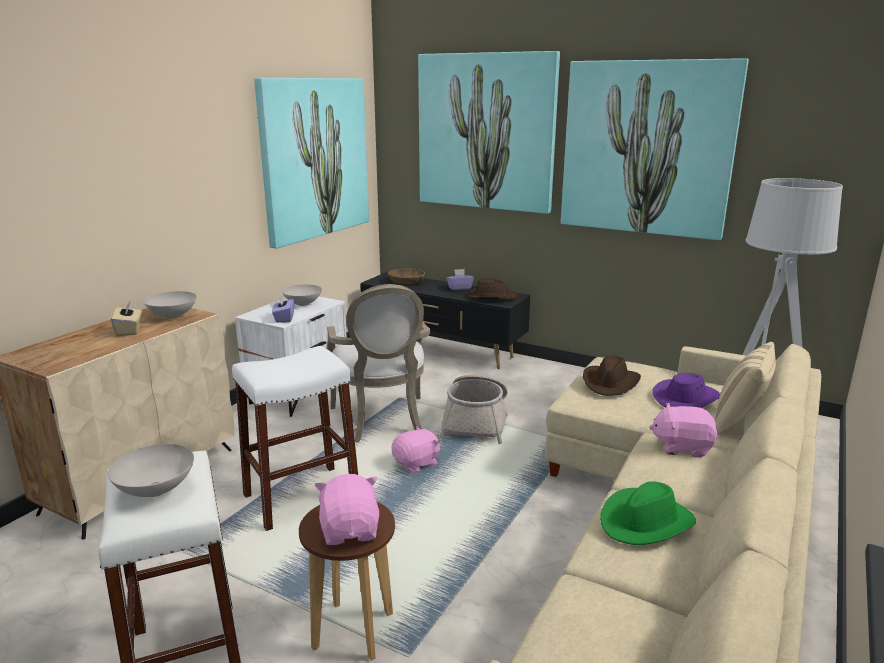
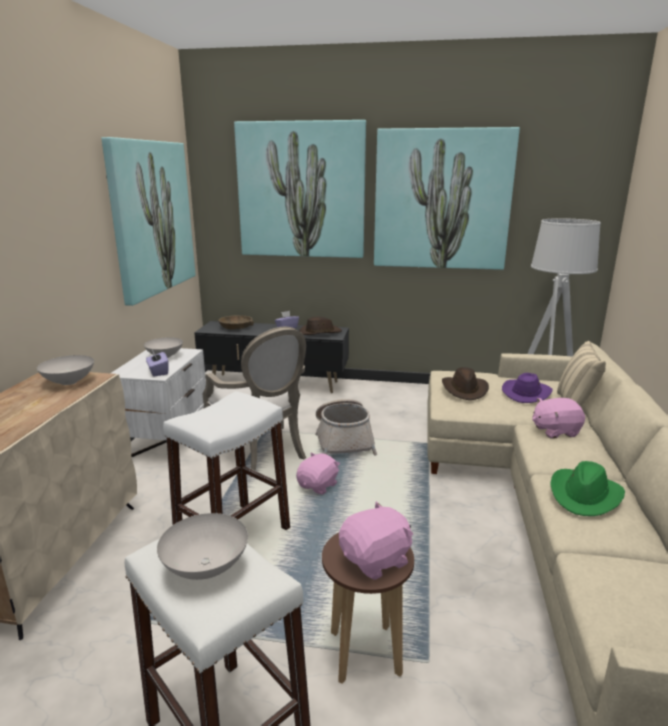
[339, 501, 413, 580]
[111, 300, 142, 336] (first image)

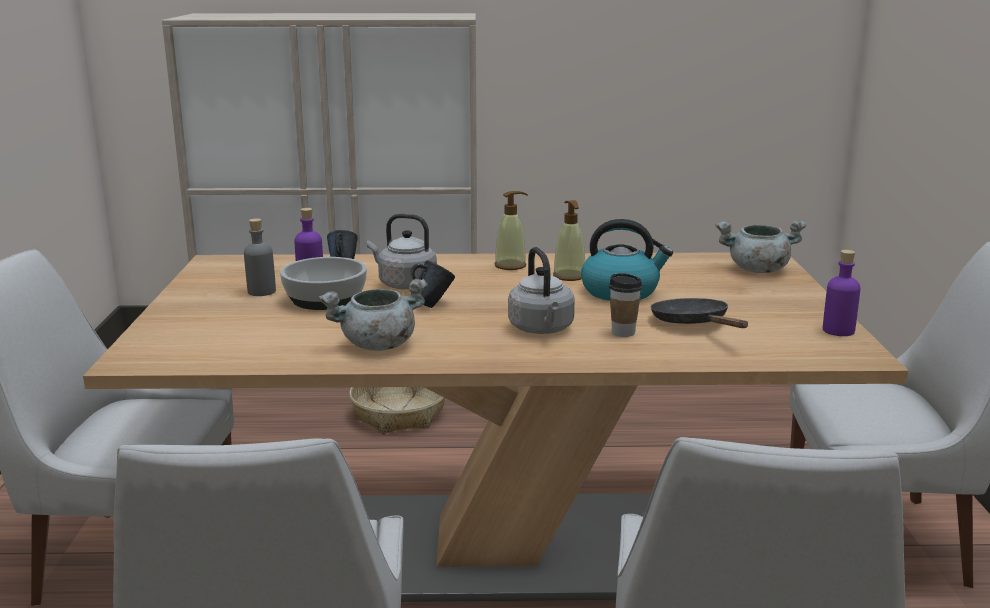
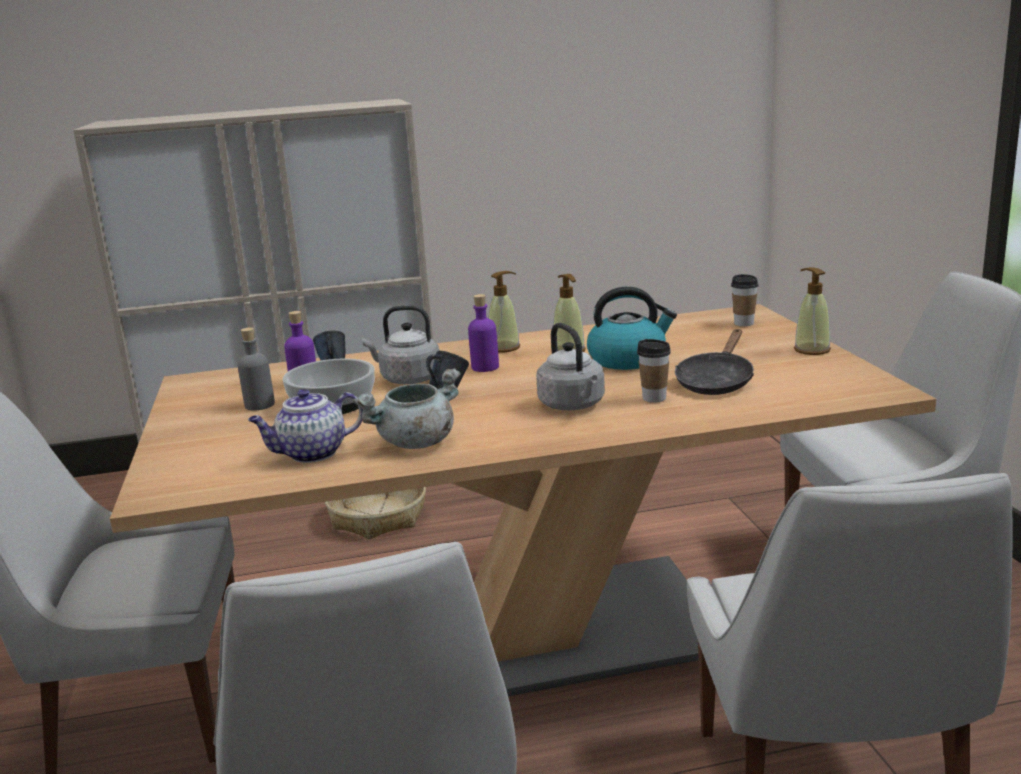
[248, 389, 363, 463]
[468, 294, 499, 372]
[675, 329, 754, 395]
[731, 274, 759, 326]
[794, 267, 831, 355]

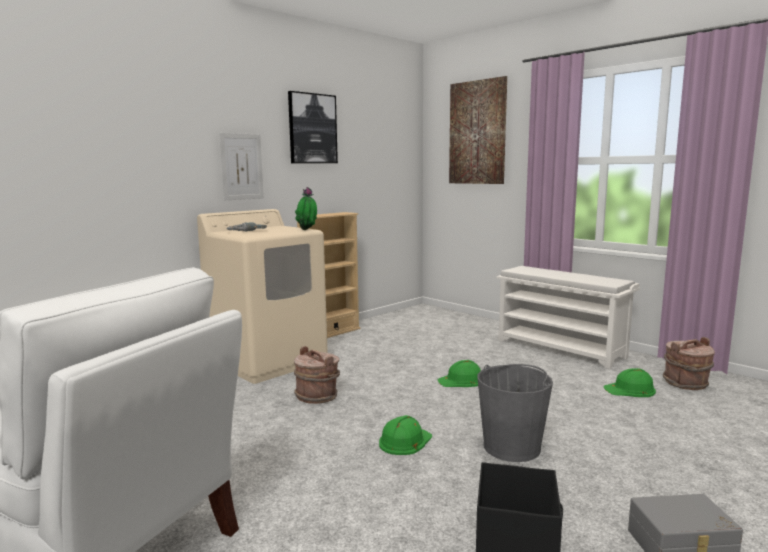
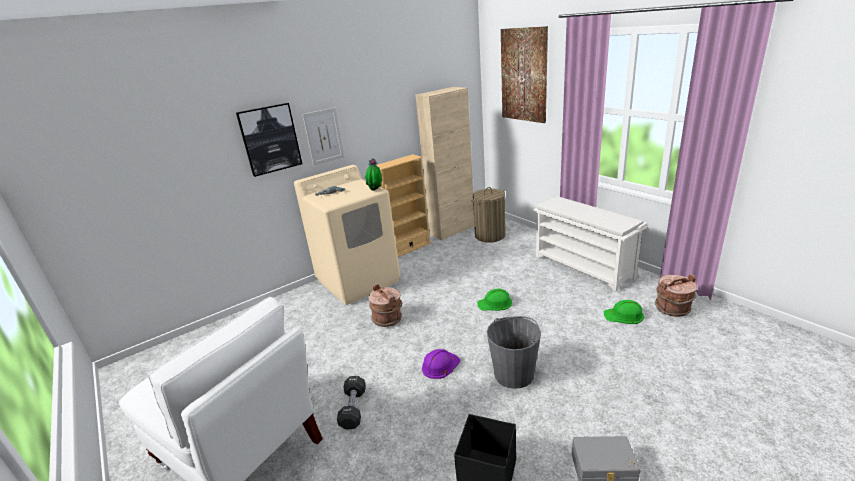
[236, 103, 302, 177]
[337, 376, 366, 430]
[416, 87, 474, 241]
[422, 349, 460, 379]
[472, 187, 506, 243]

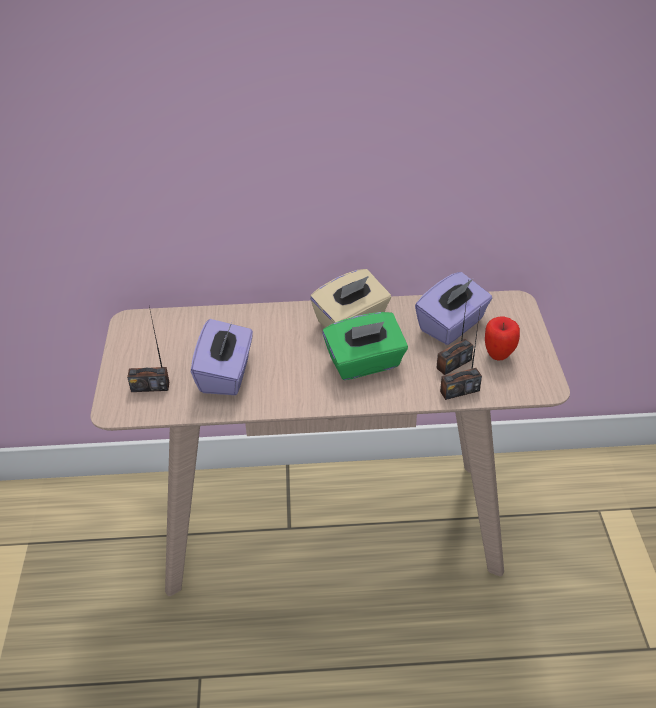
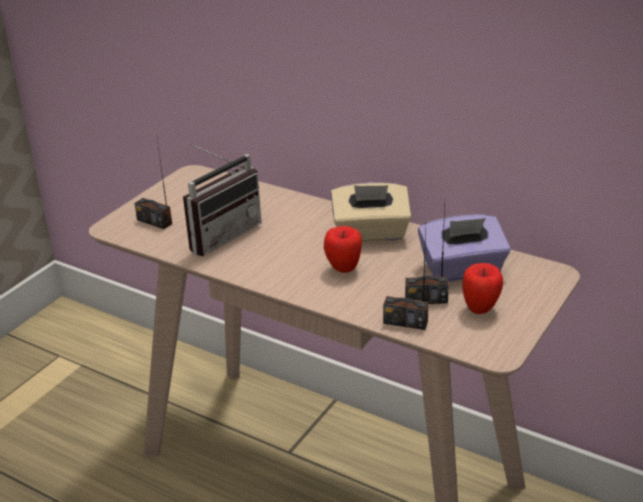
[183, 143, 262, 256]
[324, 226, 362, 273]

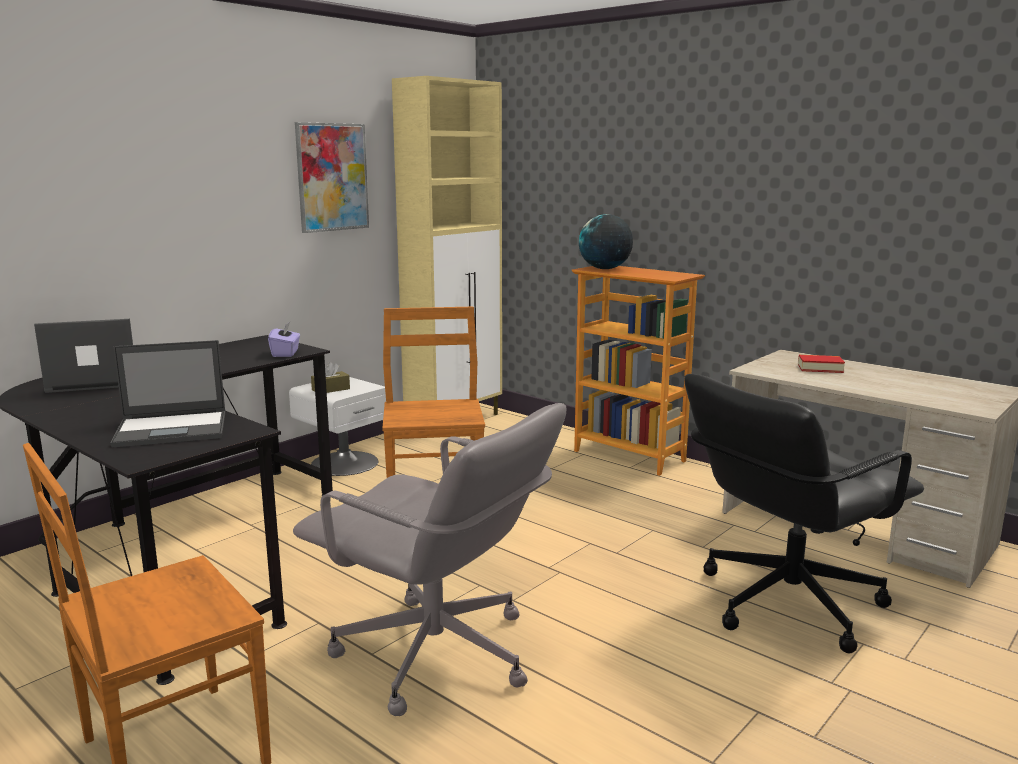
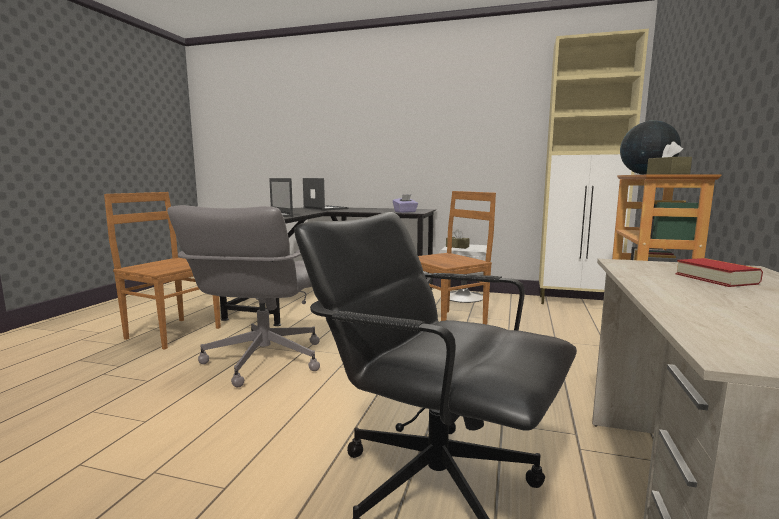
[647, 142, 692, 174]
[295, 122, 369, 233] (first image)

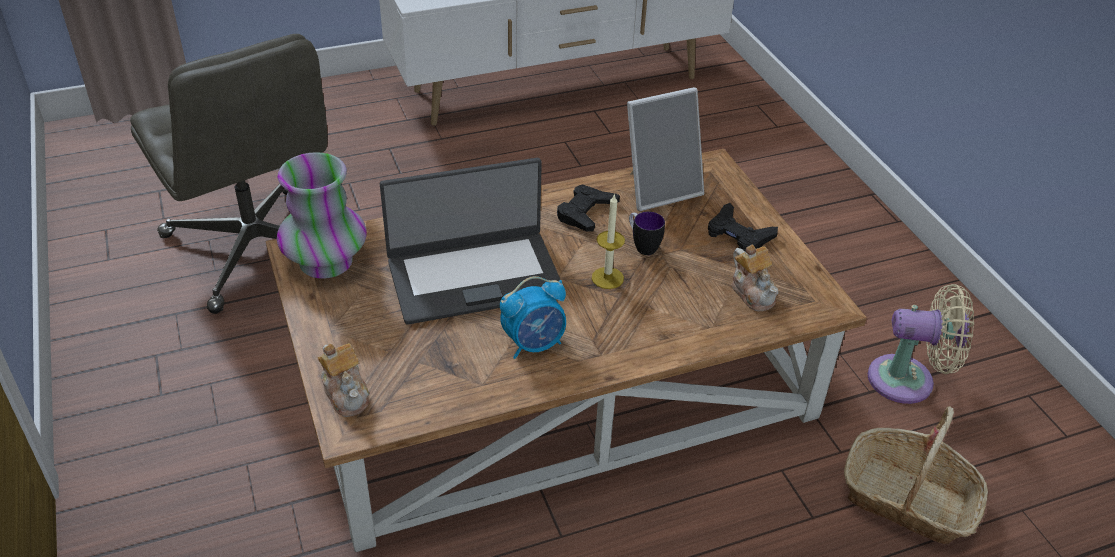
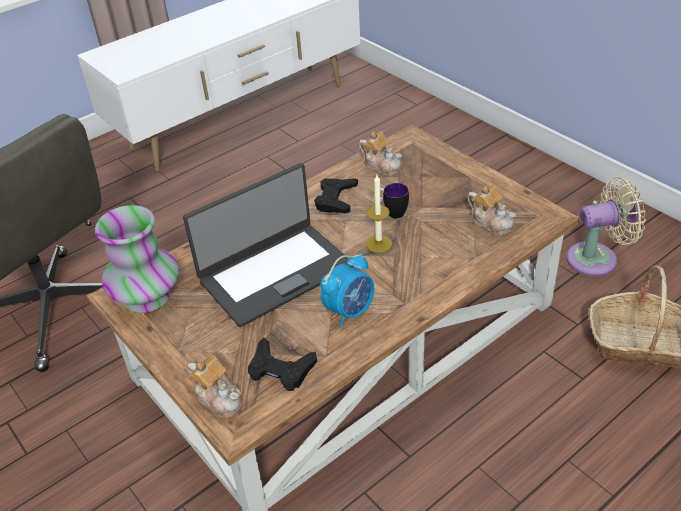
[248, 338, 317, 391]
[359, 131, 402, 176]

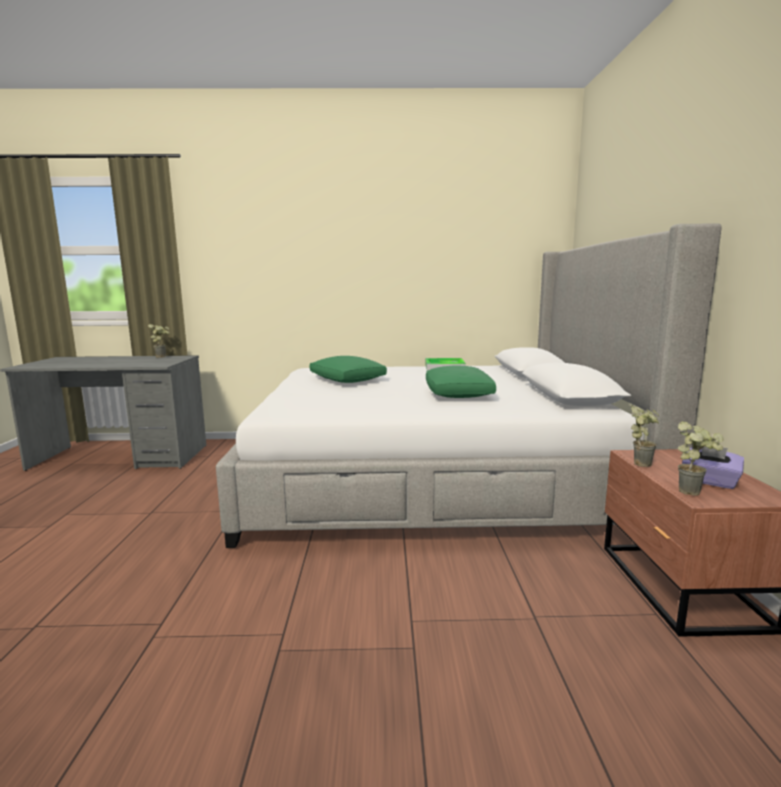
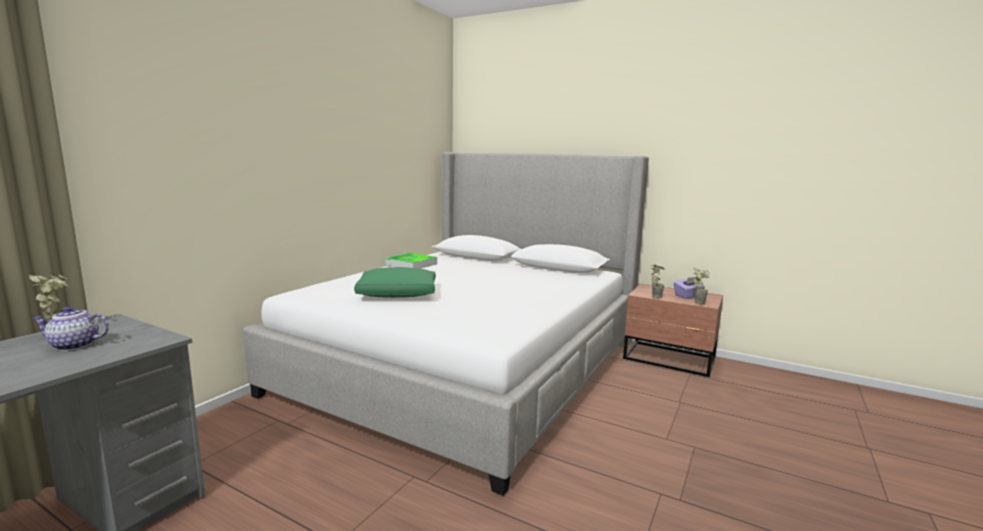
[32, 306, 109, 351]
[426, 365, 496, 398] (first image)

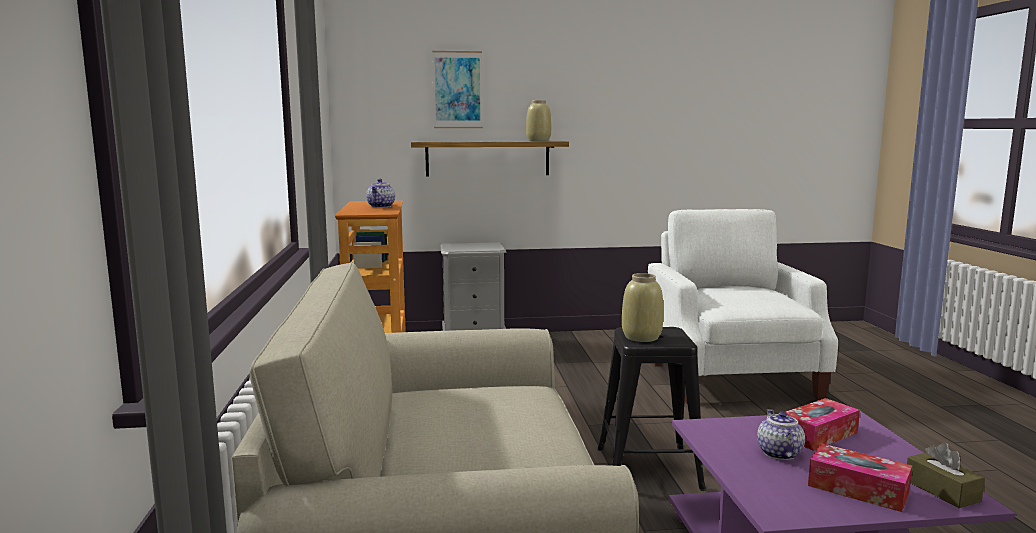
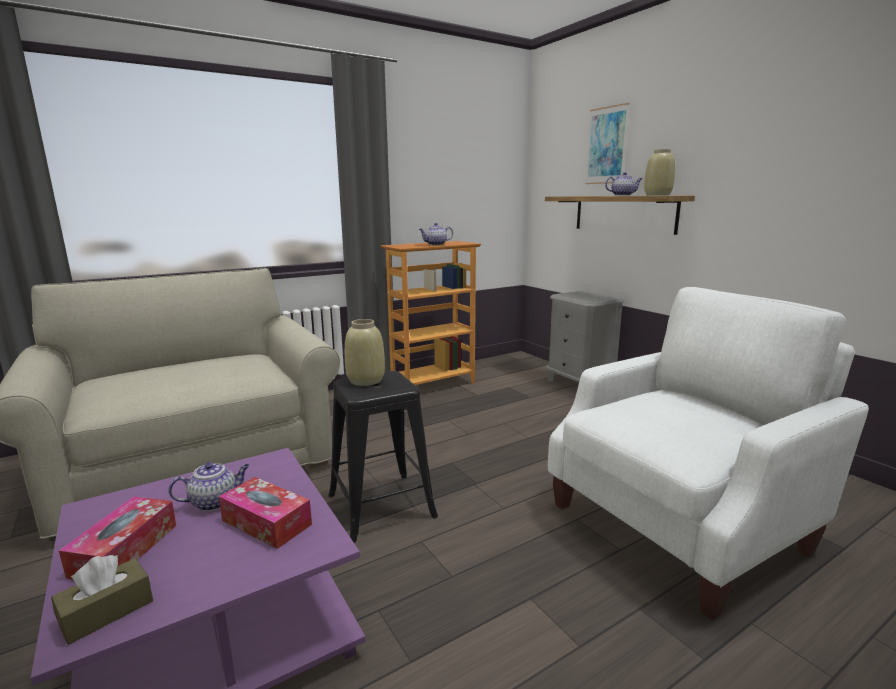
[605, 172, 643, 196]

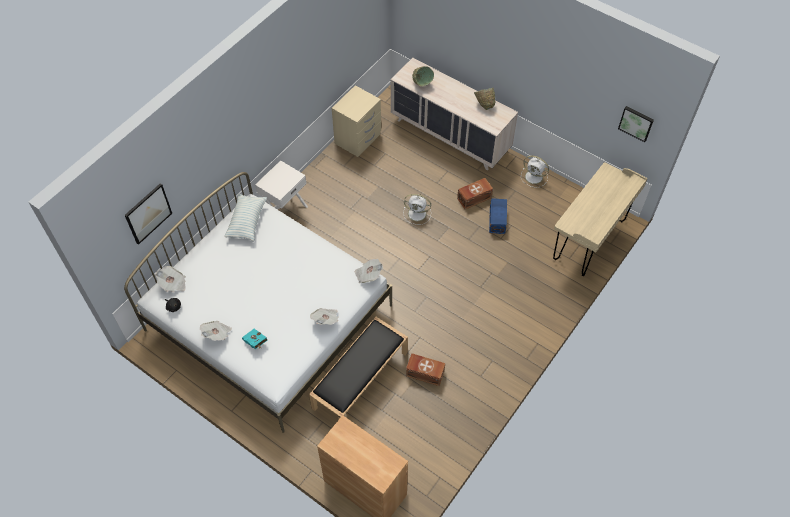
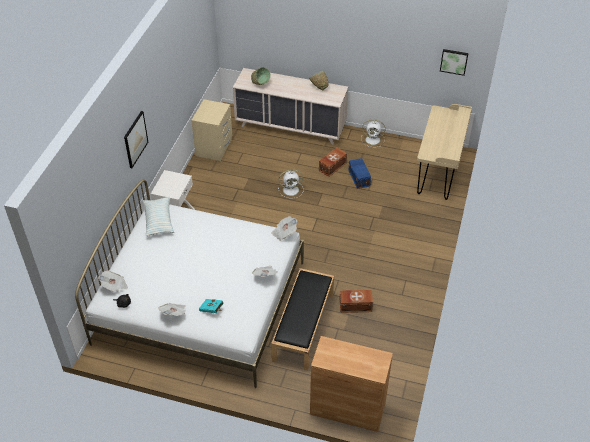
[124, 111, 148, 168]

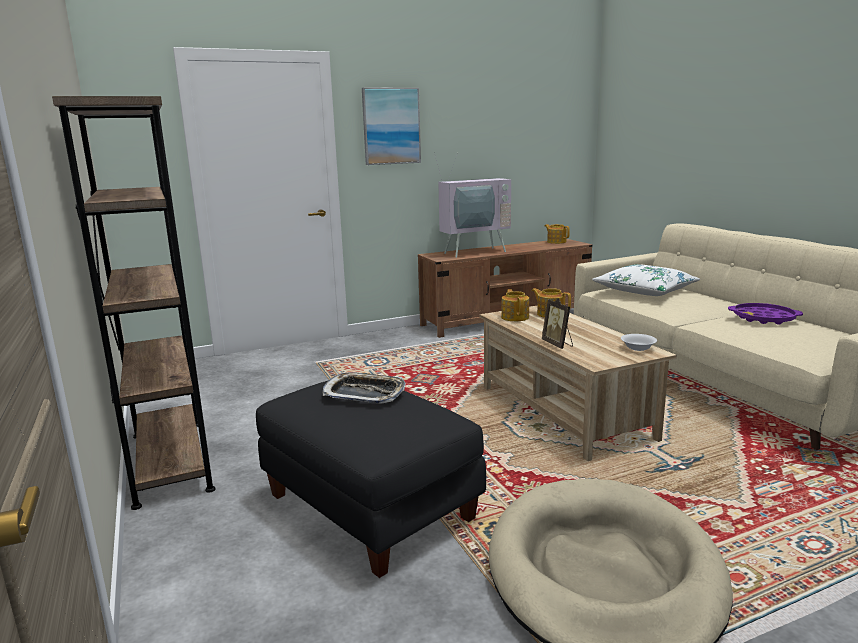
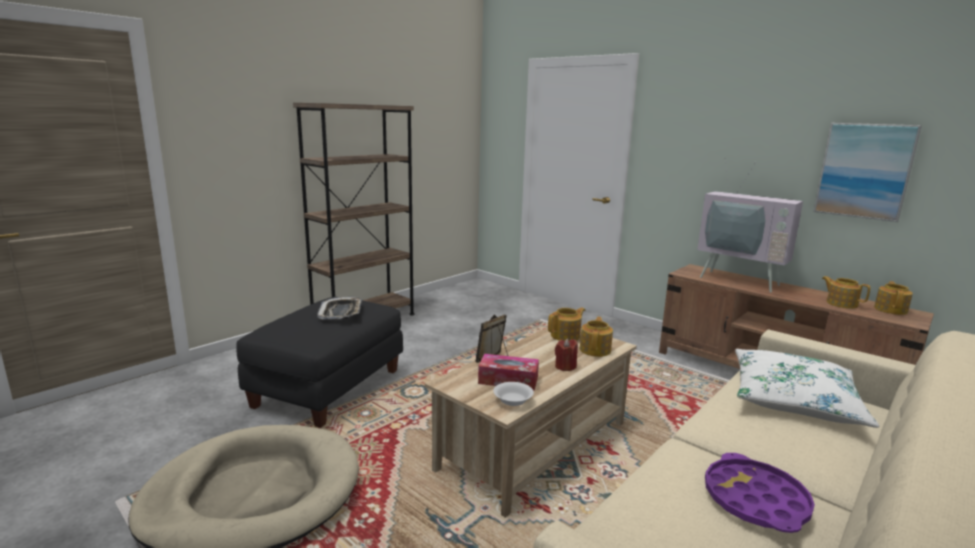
[478, 354, 539, 390]
[555, 338, 578, 371]
[813, 123, 922, 222]
[822, 276, 870, 309]

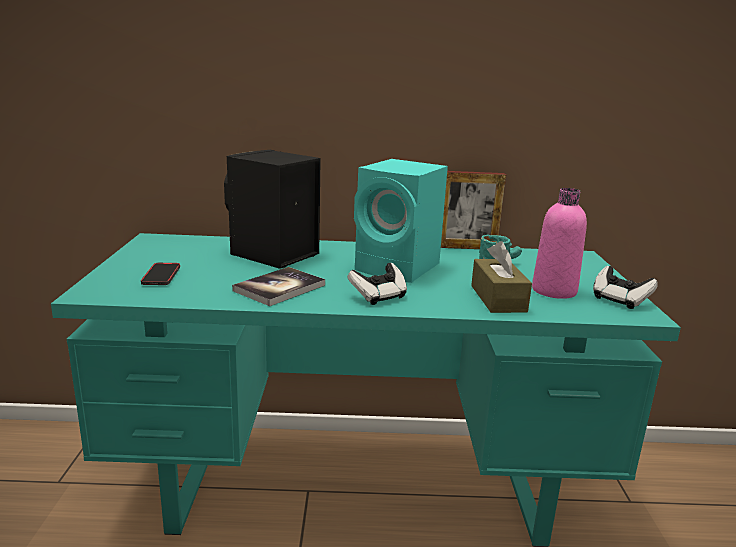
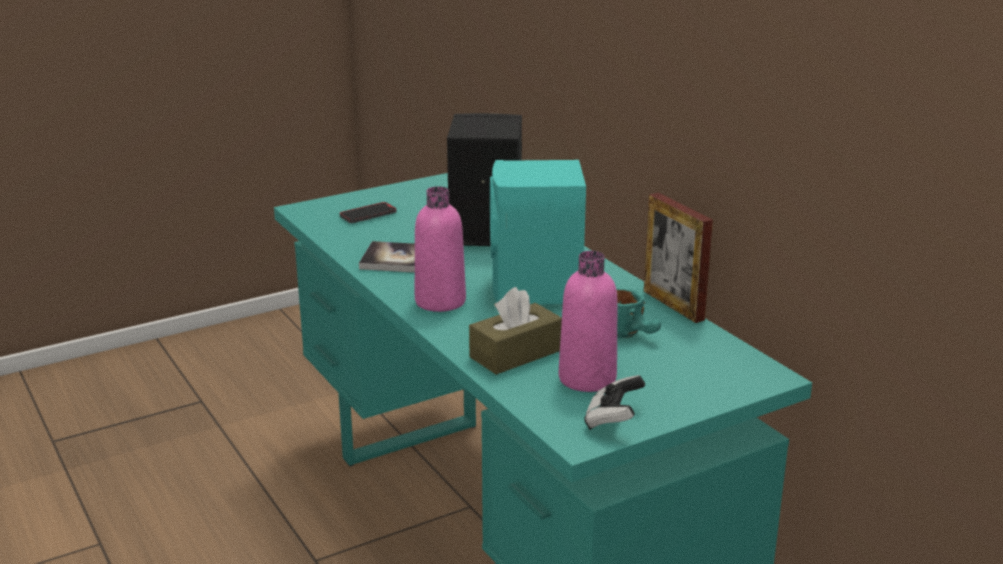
[415, 186, 466, 312]

